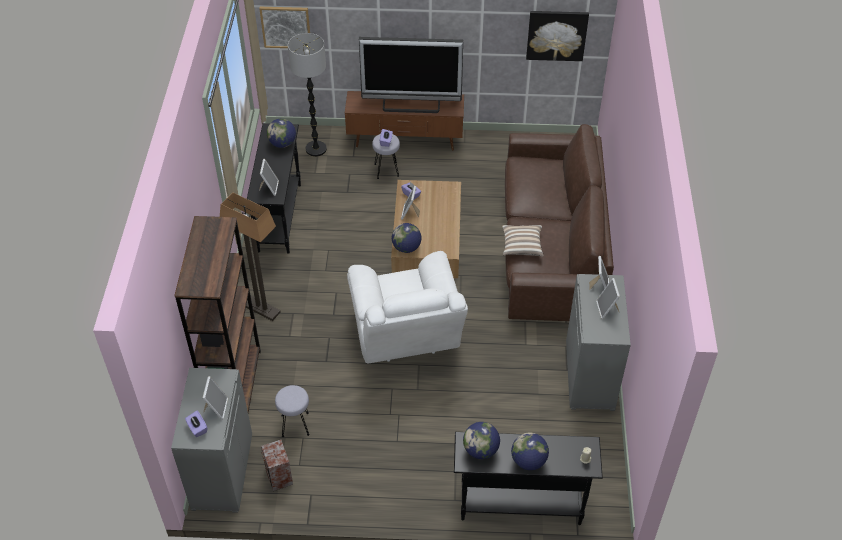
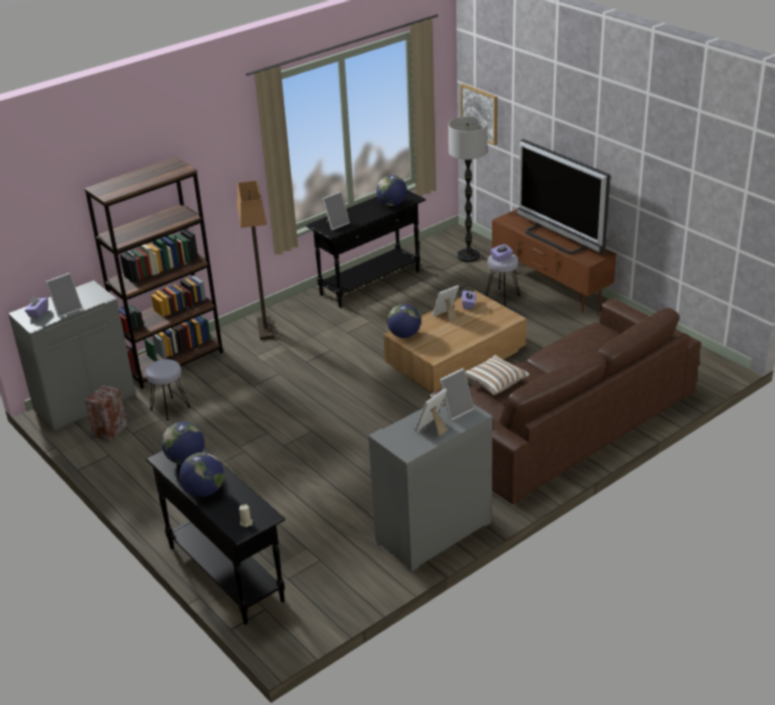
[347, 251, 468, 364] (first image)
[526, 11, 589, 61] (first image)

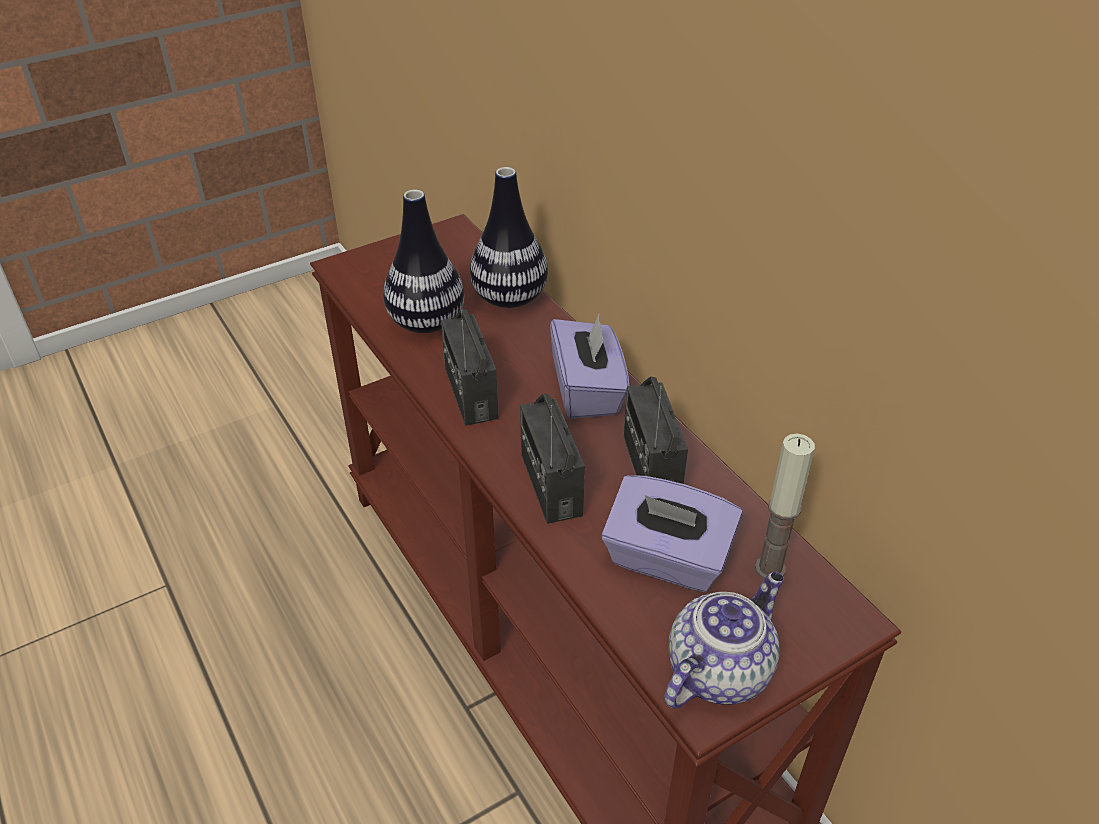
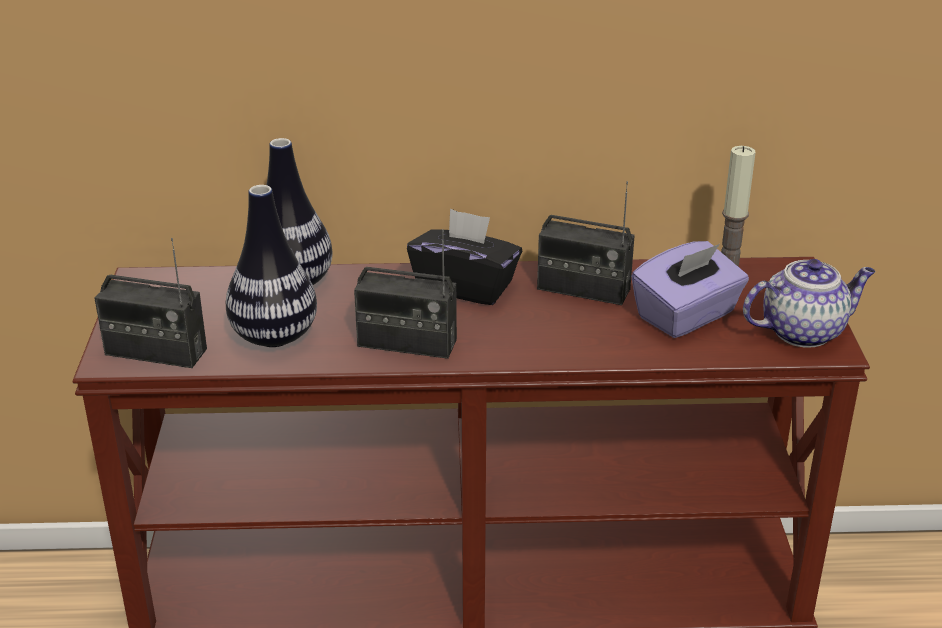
[95, 238, 207, 368]
[407, 208, 522, 305]
[743, 259, 876, 348]

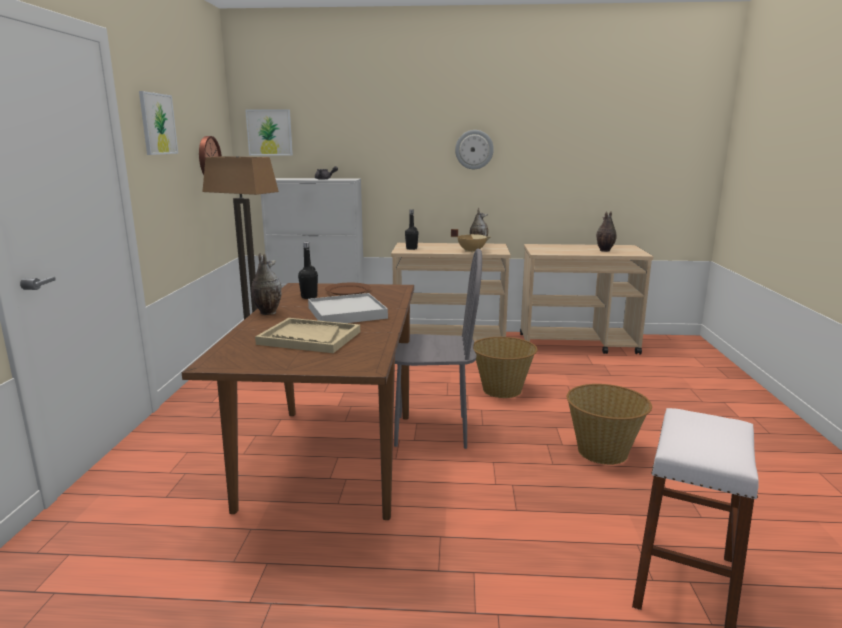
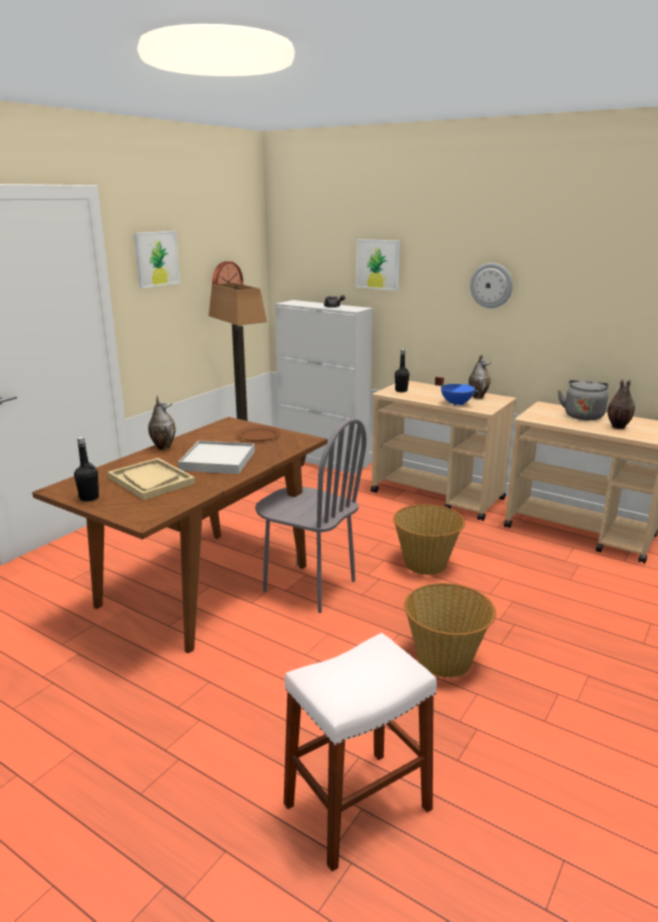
[74, 436, 99, 502]
[356, 239, 400, 291]
[435, 376, 478, 406]
[558, 379, 608, 420]

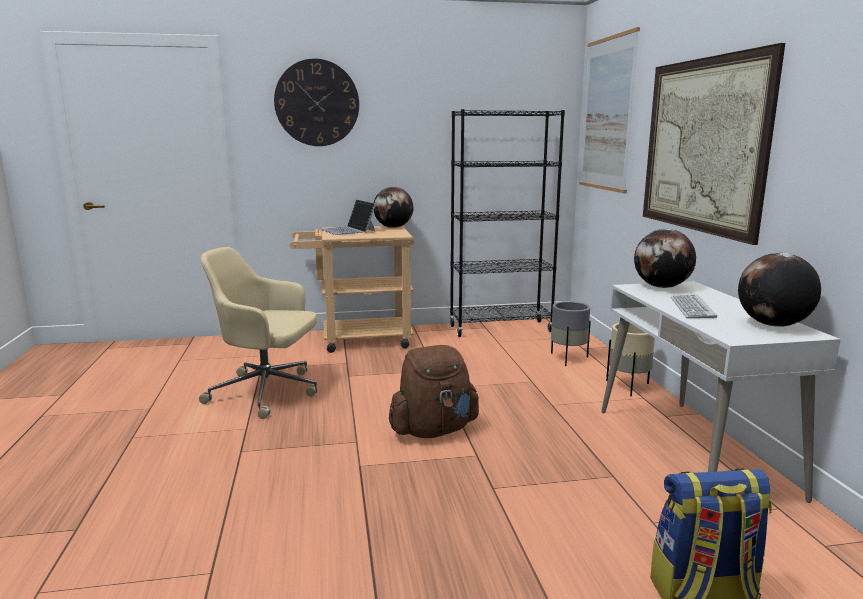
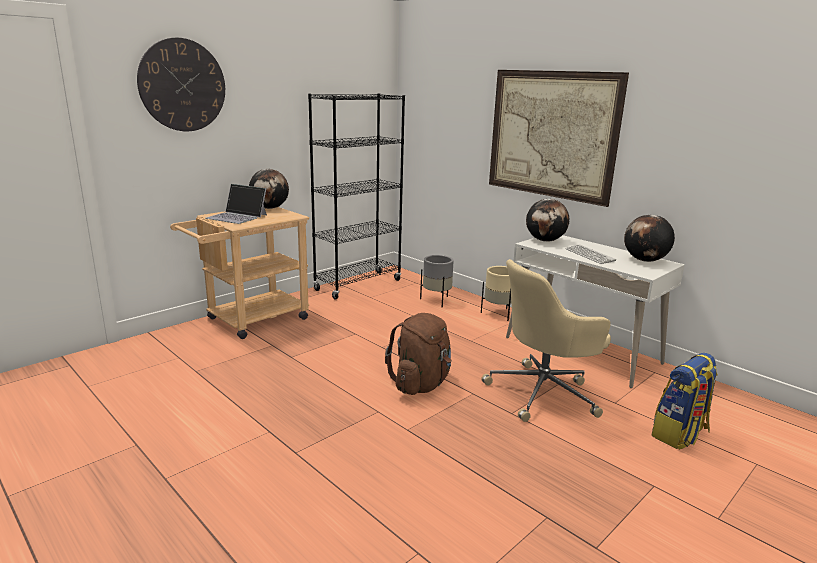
[481, 259, 611, 422]
[579, 27, 640, 193] (first image)

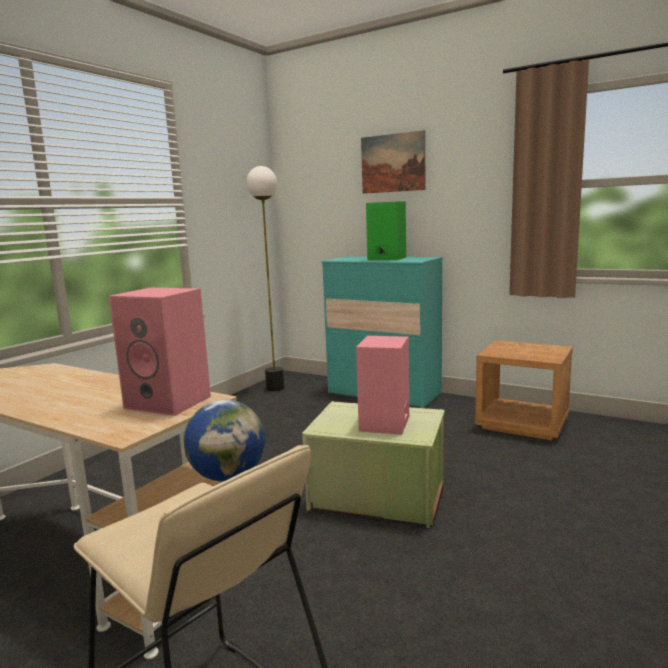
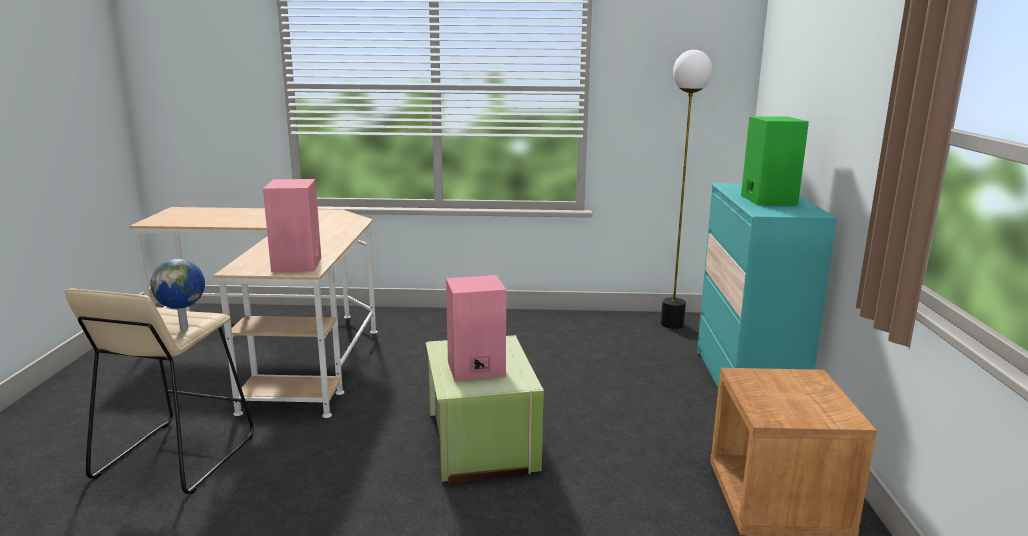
[361, 130, 425, 194] (first image)

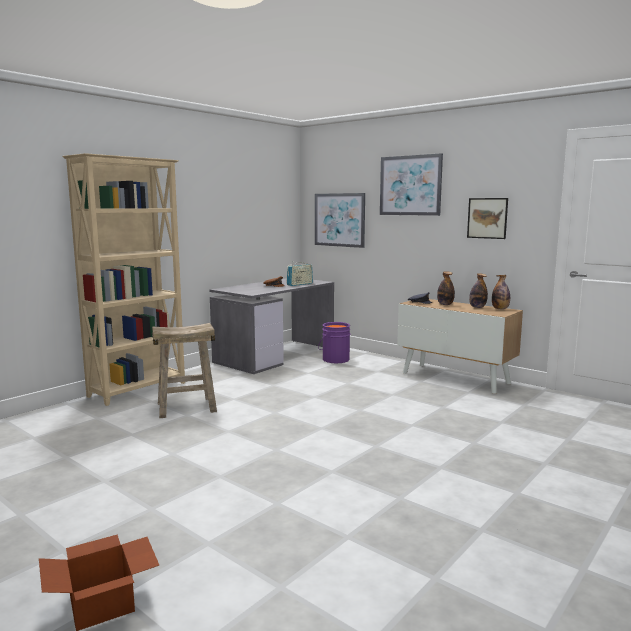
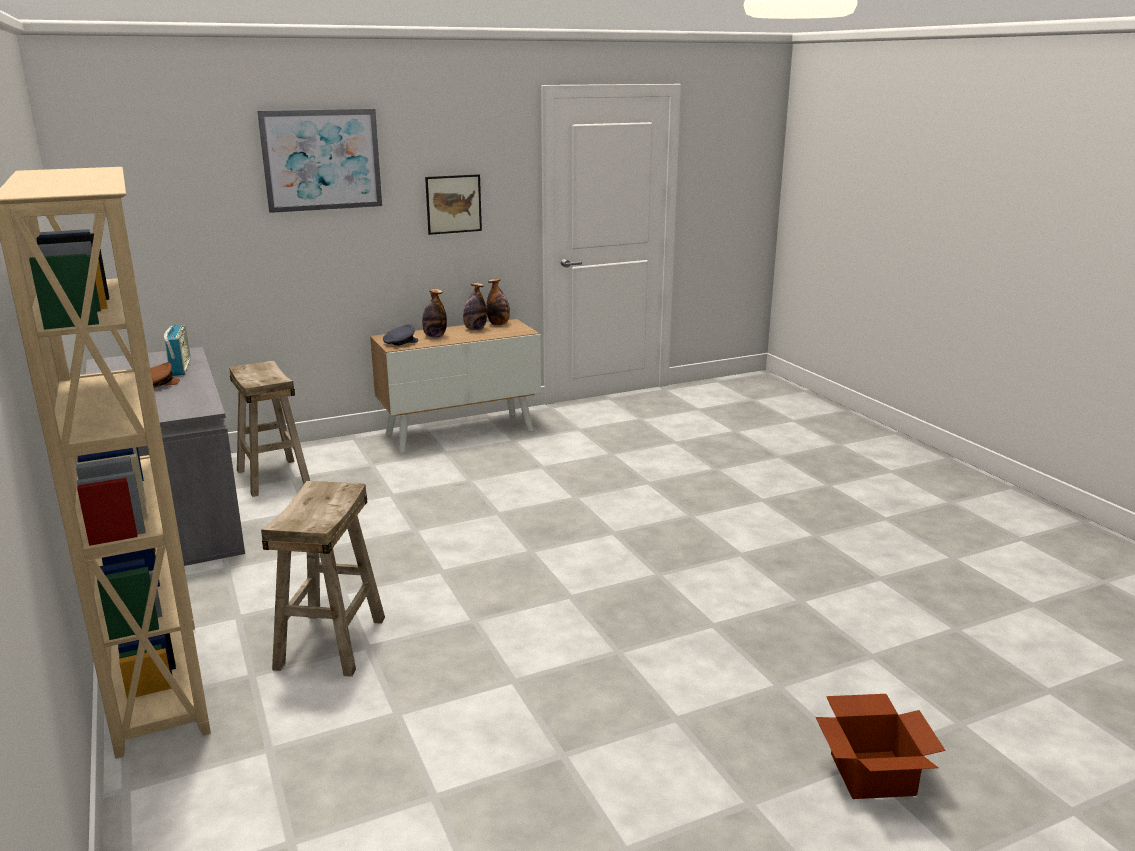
[229, 360, 310, 497]
[315, 193, 365, 248] (first image)

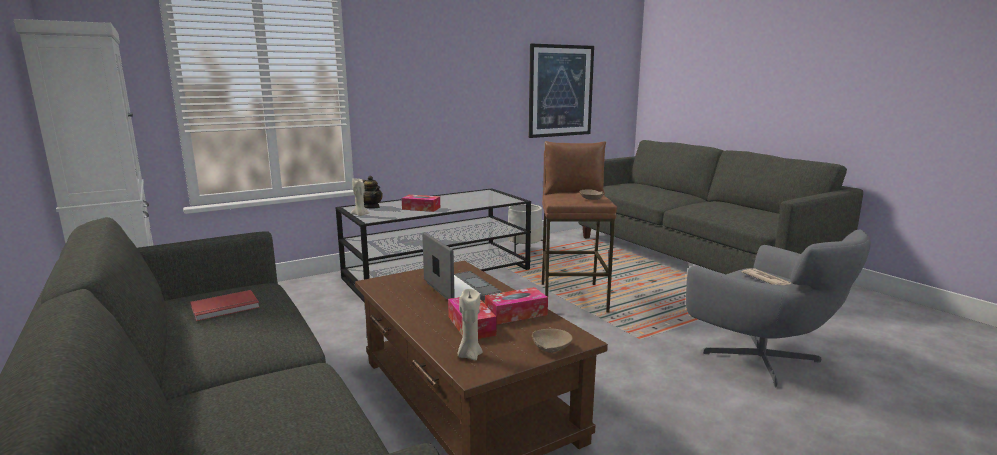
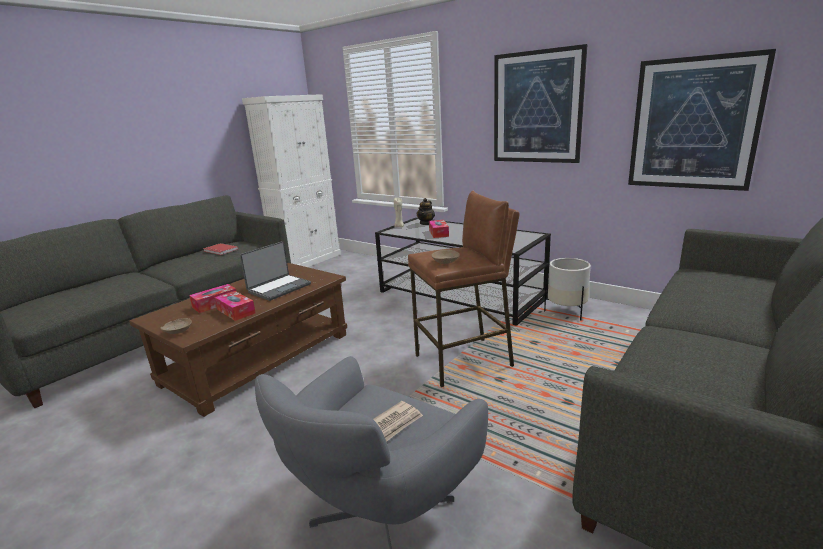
[494, 44, 588, 163]
[458, 289, 483, 360] (first image)

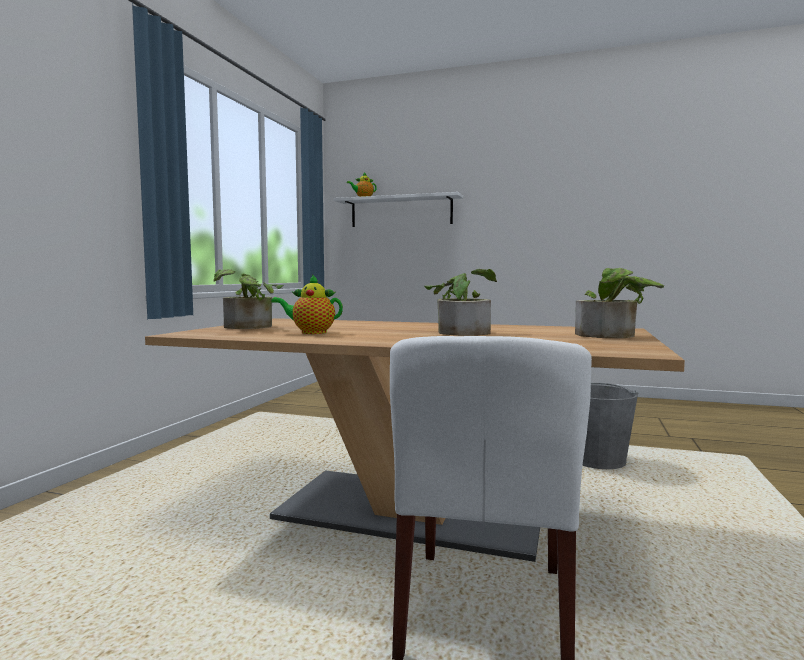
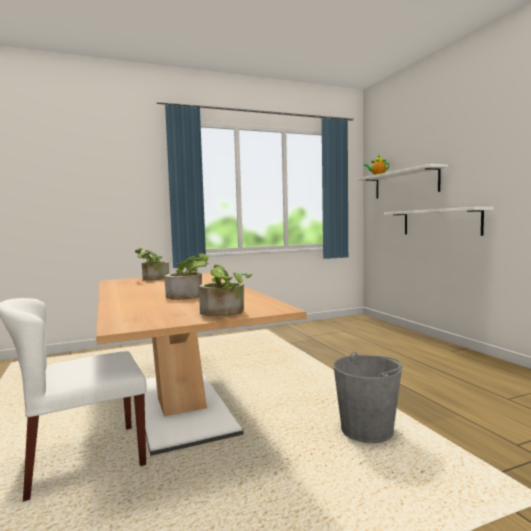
[384, 207, 494, 236]
[271, 274, 343, 334] (first image)

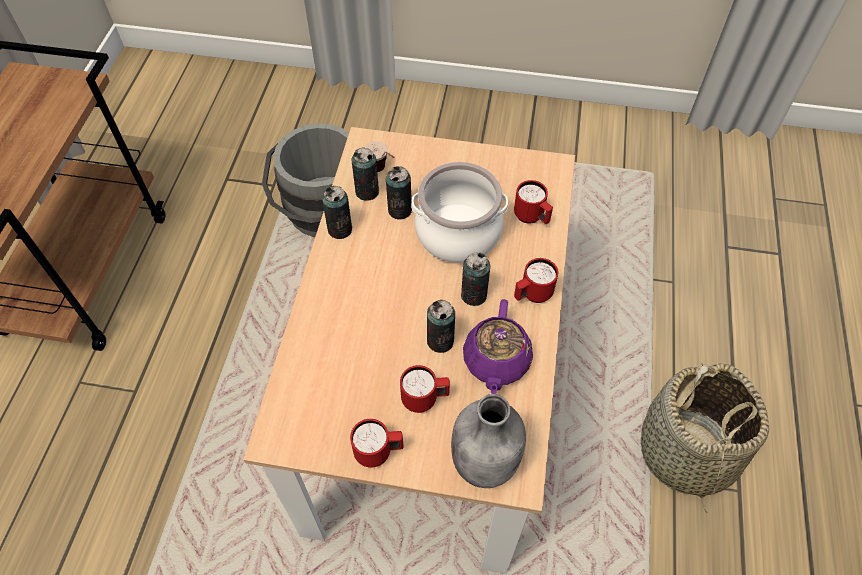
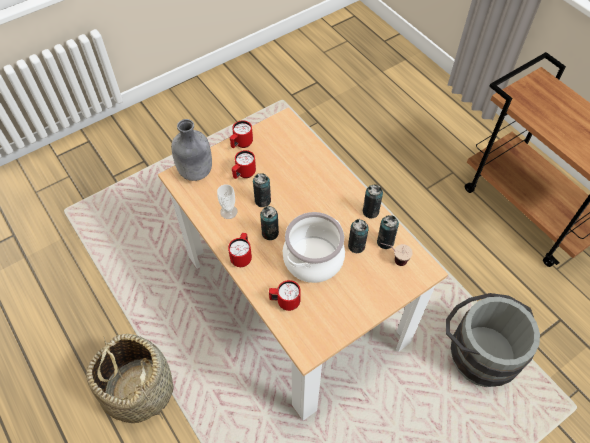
[217, 184, 237, 219]

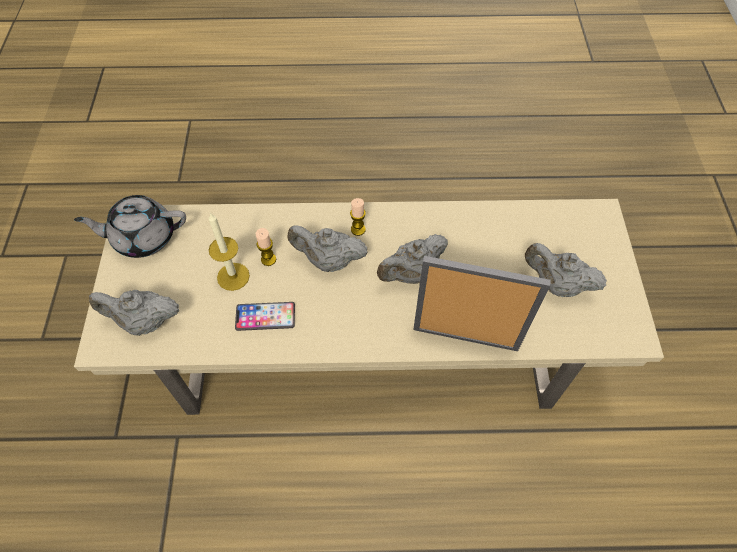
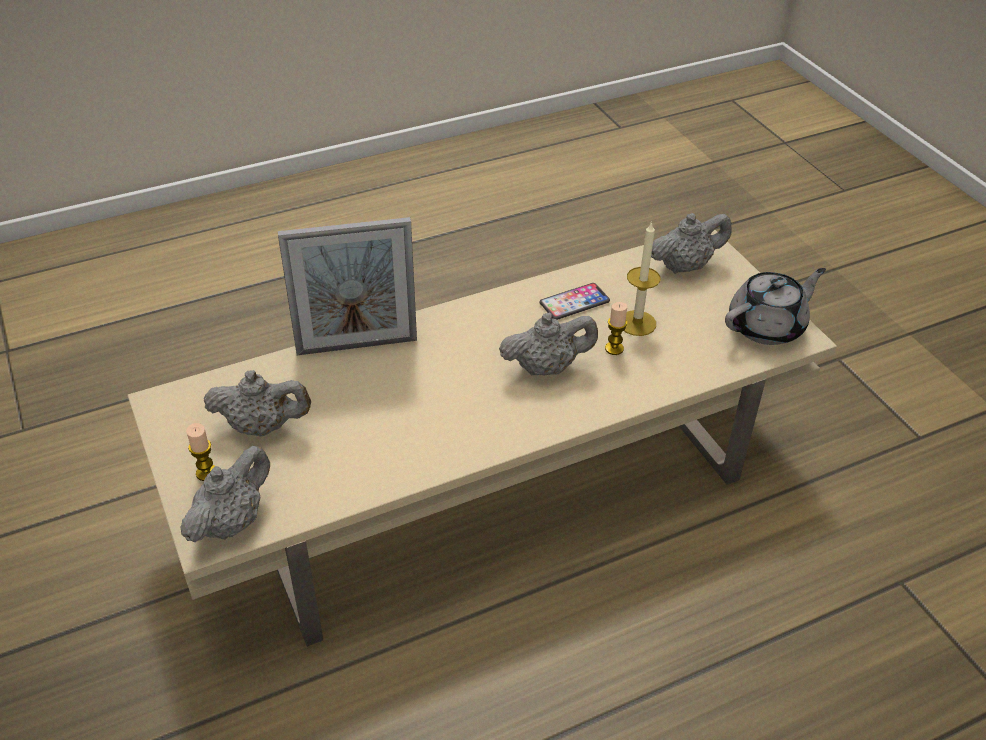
[181, 446, 270, 542]
[186, 423, 215, 481]

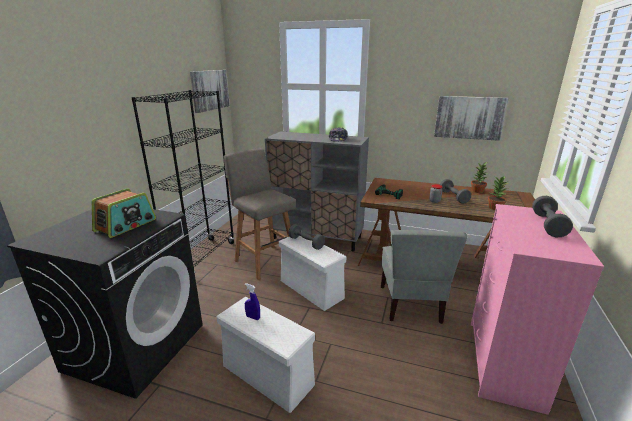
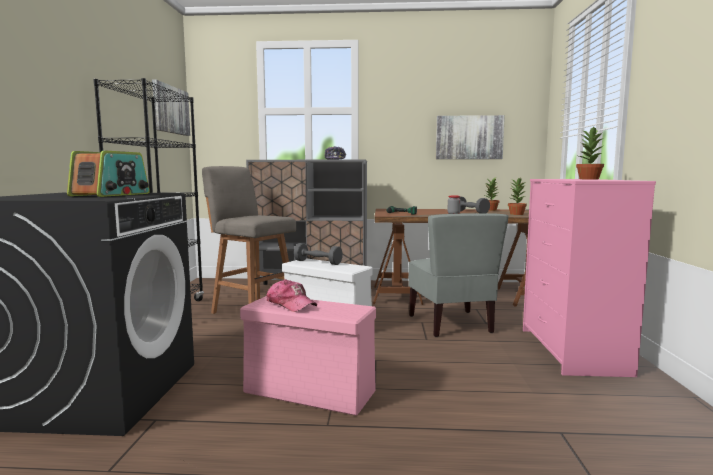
[240, 296, 376, 416]
[266, 279, 317, 312]
[576, 126, 604, 179]

